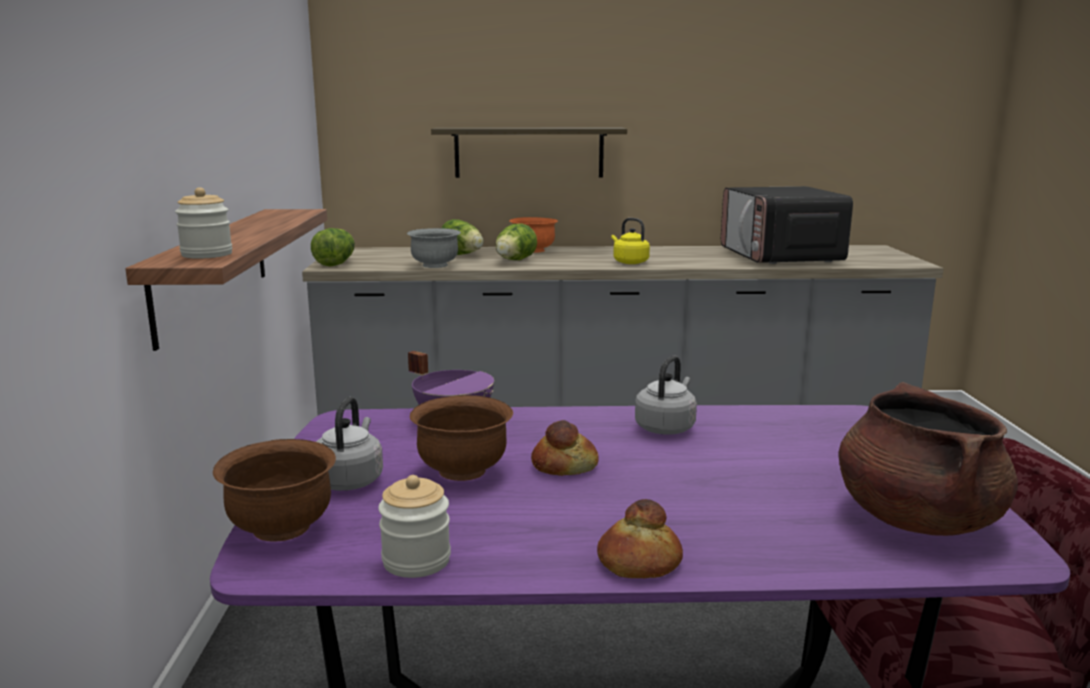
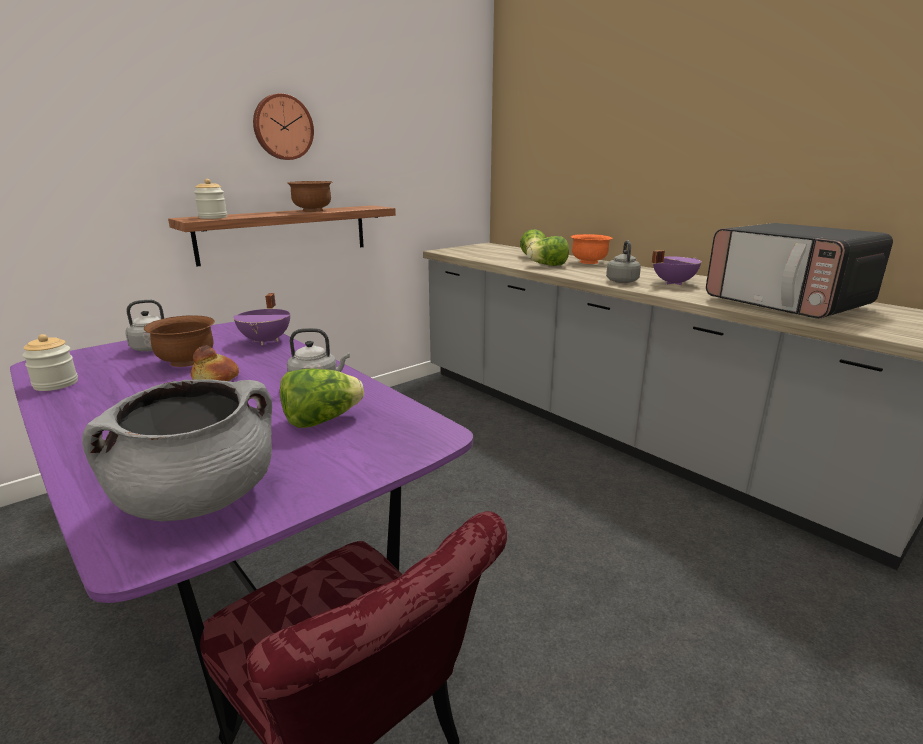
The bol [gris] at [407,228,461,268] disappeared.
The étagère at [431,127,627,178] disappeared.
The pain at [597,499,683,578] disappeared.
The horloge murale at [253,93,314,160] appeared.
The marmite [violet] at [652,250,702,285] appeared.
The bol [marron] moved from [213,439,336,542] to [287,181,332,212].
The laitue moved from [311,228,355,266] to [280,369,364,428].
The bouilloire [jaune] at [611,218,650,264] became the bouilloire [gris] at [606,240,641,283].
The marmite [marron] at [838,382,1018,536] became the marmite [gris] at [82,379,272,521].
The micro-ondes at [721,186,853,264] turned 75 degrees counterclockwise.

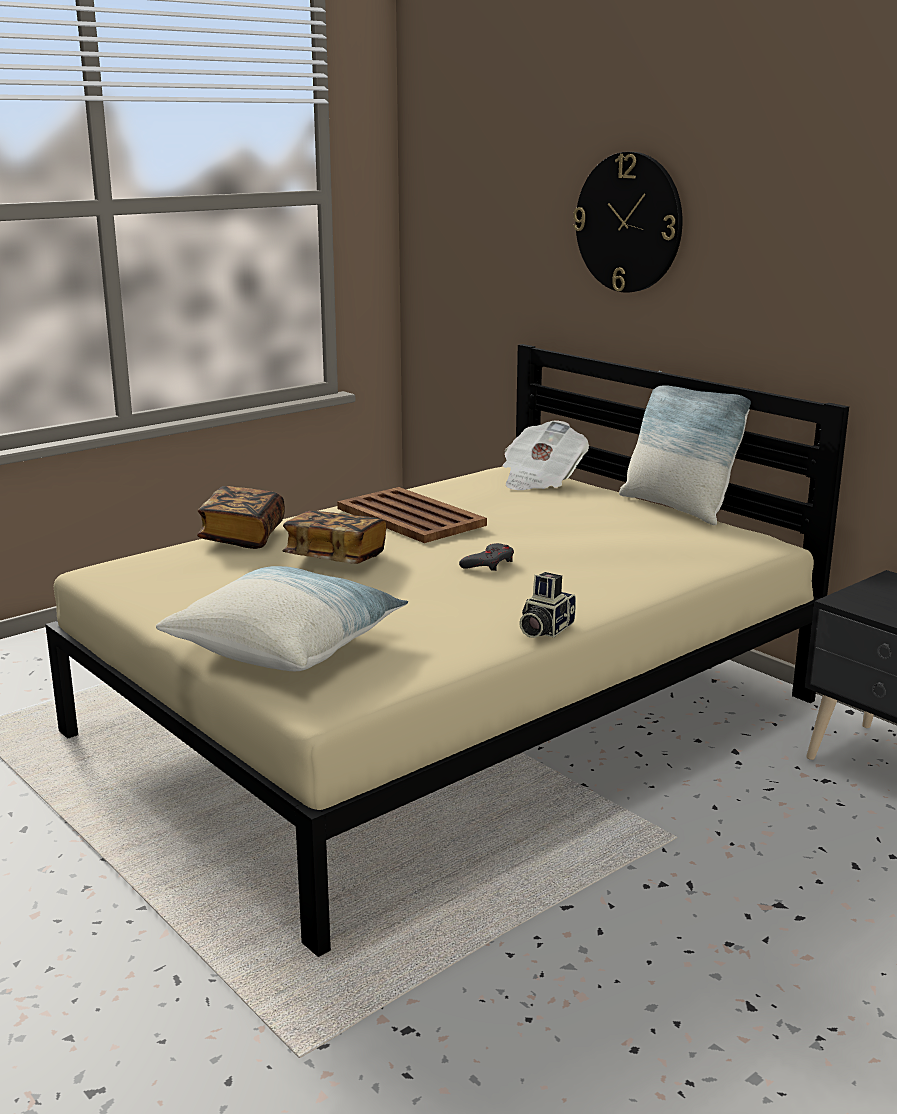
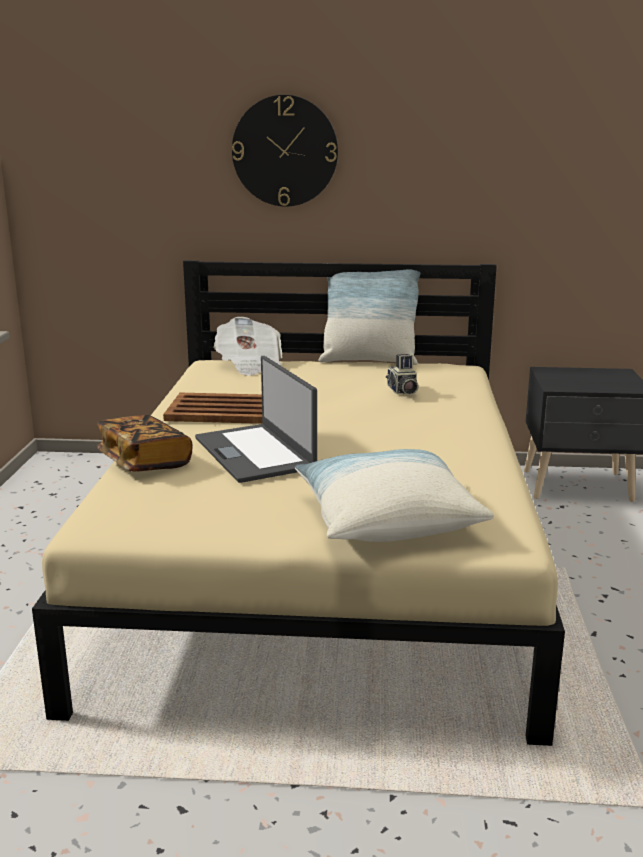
The manette [gris] at [459,543,514,571] disappeared.
The appareil photo moved from [519,572,576,638] to [386,354,419,395].
The livre at [283,511,386,564] was replaced by the ordinateur portable at [195,356,317,483].

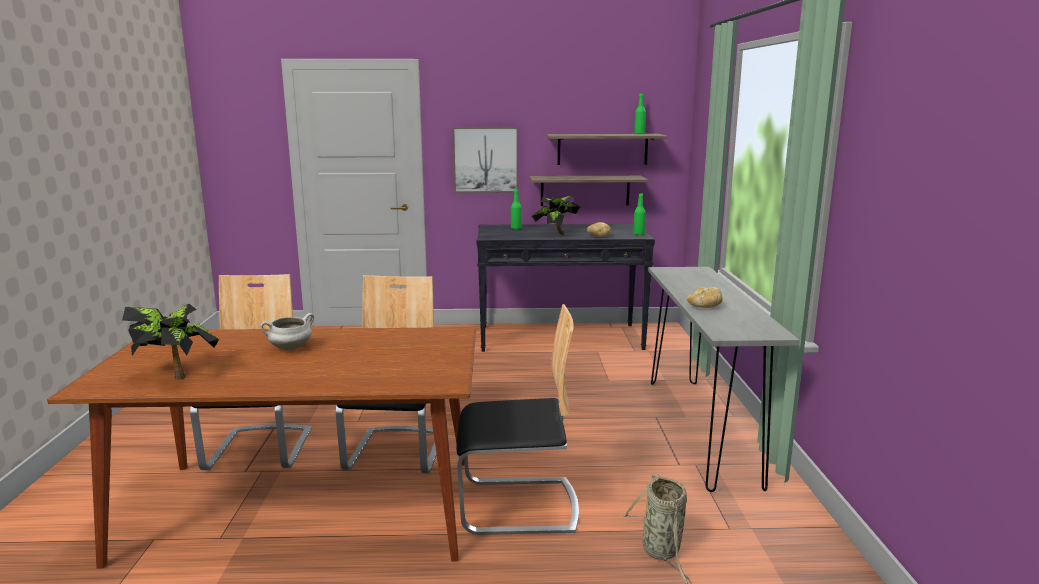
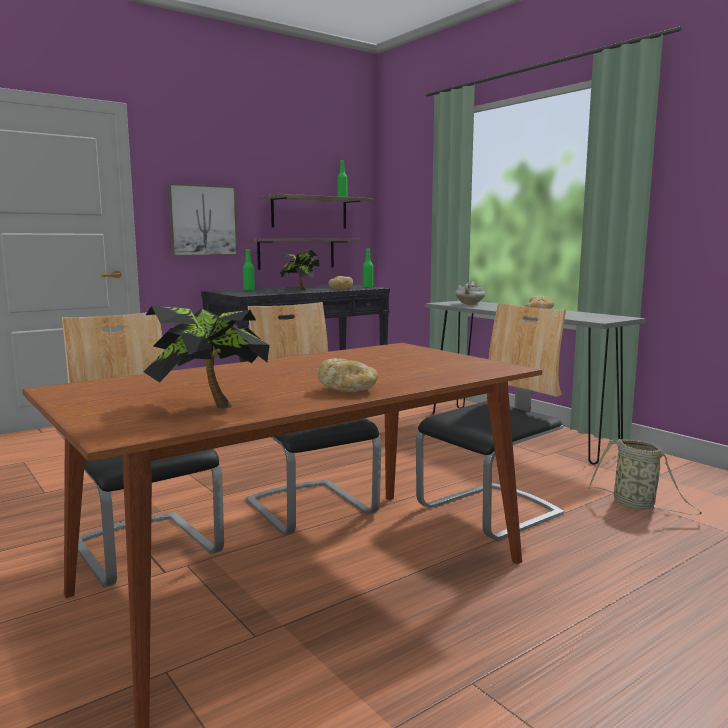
The pain at [317,358,378,392] appeared.
The marmite [blanc] moved from [260,313,314,351] to [455,282,485,305].

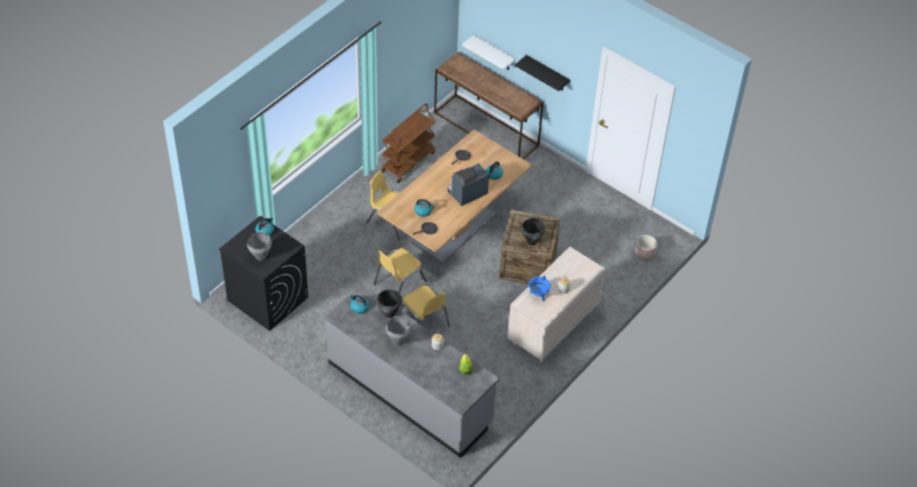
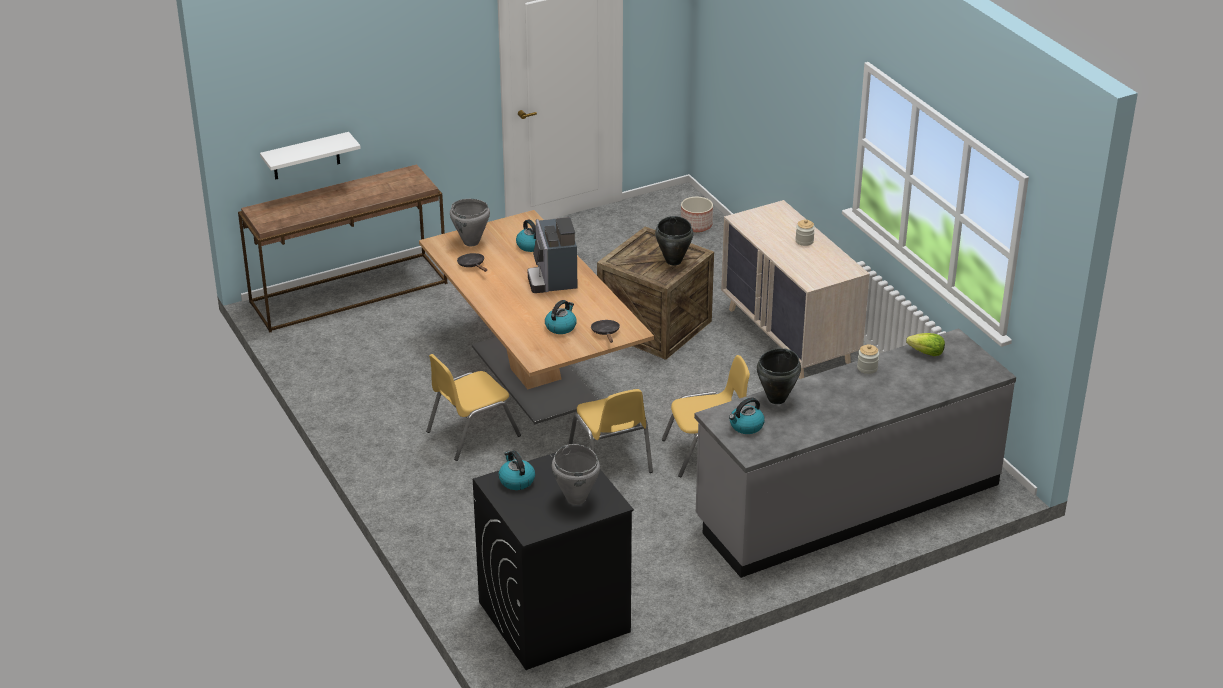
The chariot [marron] at [381,103,436,183] disappeared.
The étagère [noir] at [515,55,570,91] disappeared.
The marmite [bleu] at [528,275,551,301] disappeared.
The marmite [gris] moved from [386,316,411,346] to [450,199,490,246].

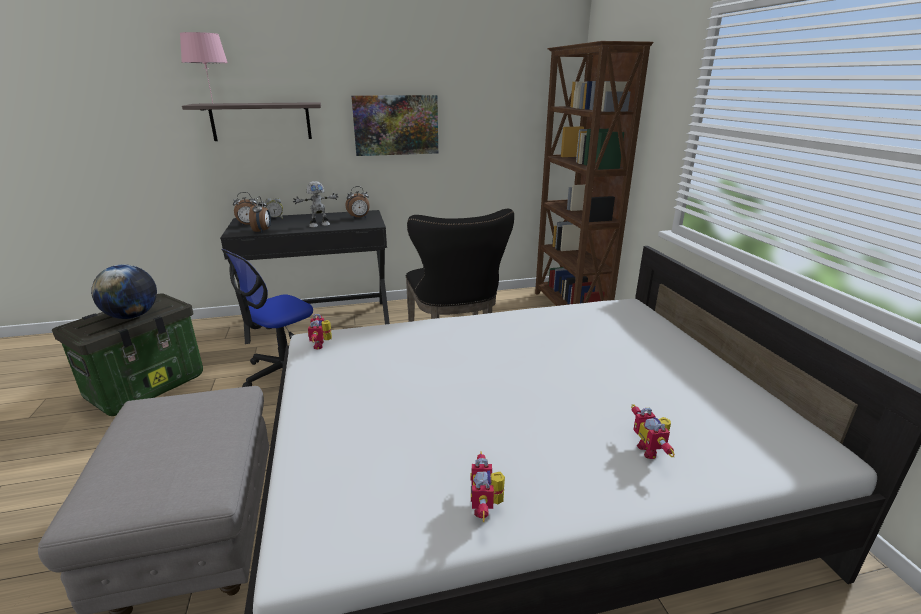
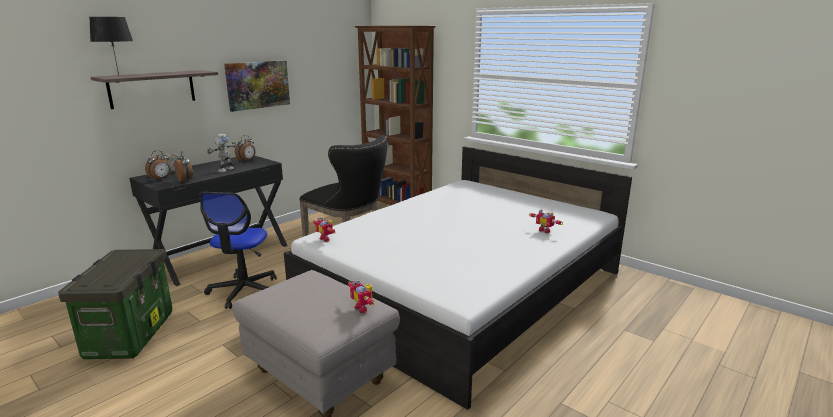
The globe at [91,264,157,319] disappeared.
The robot jouet moved from [470,451,505,522] to [348,280,374,313].
The lampe de table [rose] at [180,32,228,103] became the lampe de table [noir] at [90,17,133,76].

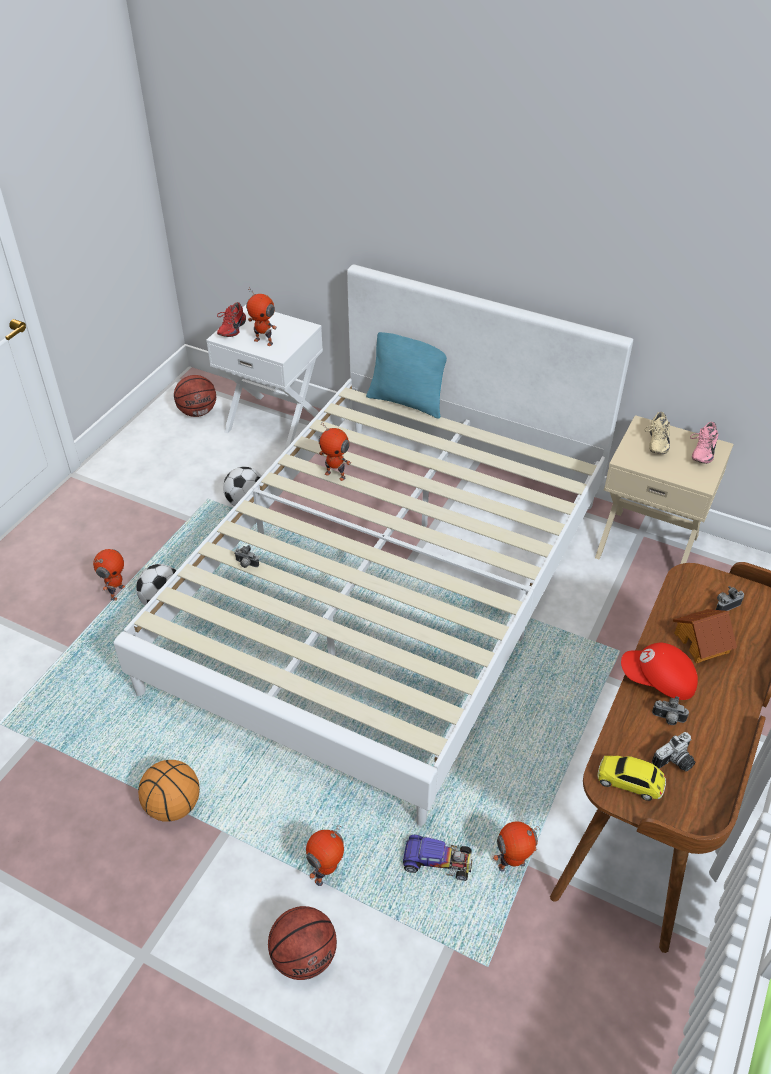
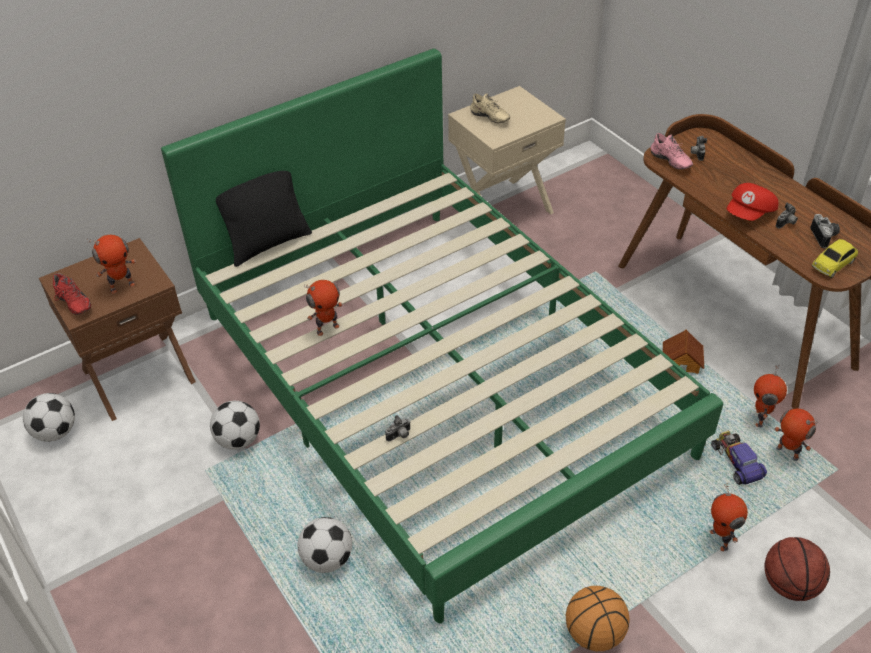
The robot jouet moved from [93,549,125,601] to [774,408,817,461].
The maison miniature moved from [673,609,737,663] to [663,330,704,374].
The chaussure [rose] moved from [690,422,718,464] to [651,133,693,170].
The ballon de basket at [174,375,216,417] was replaced by the ballon de foot at [23,393,75,442].
The lit [blanc] at [114,264,633,826] became the lit [vert] at [161,48,723,623].
The table de chevet [blanc] at [206,305,323,451] became the table de chevet [marron] at [39,238,196,421].
The coussin [turquoise] at [366,332,447,419] became the coussin [noir] at [216,171,312,267].
The petite voiture at [403,835,473,881] turned 60 degrees counterclockwise.

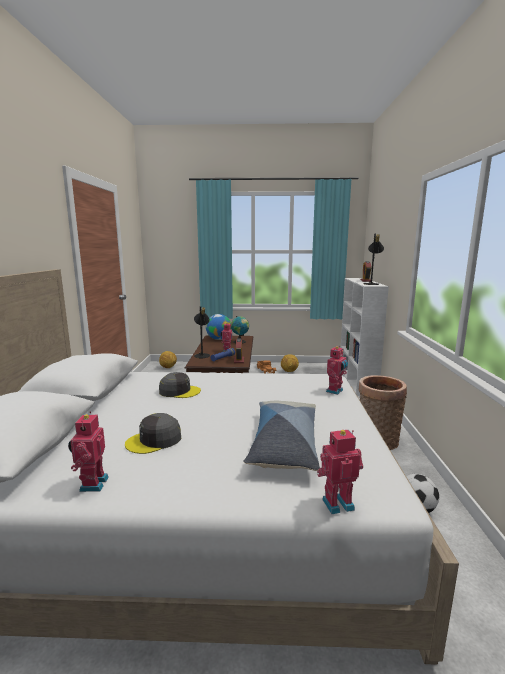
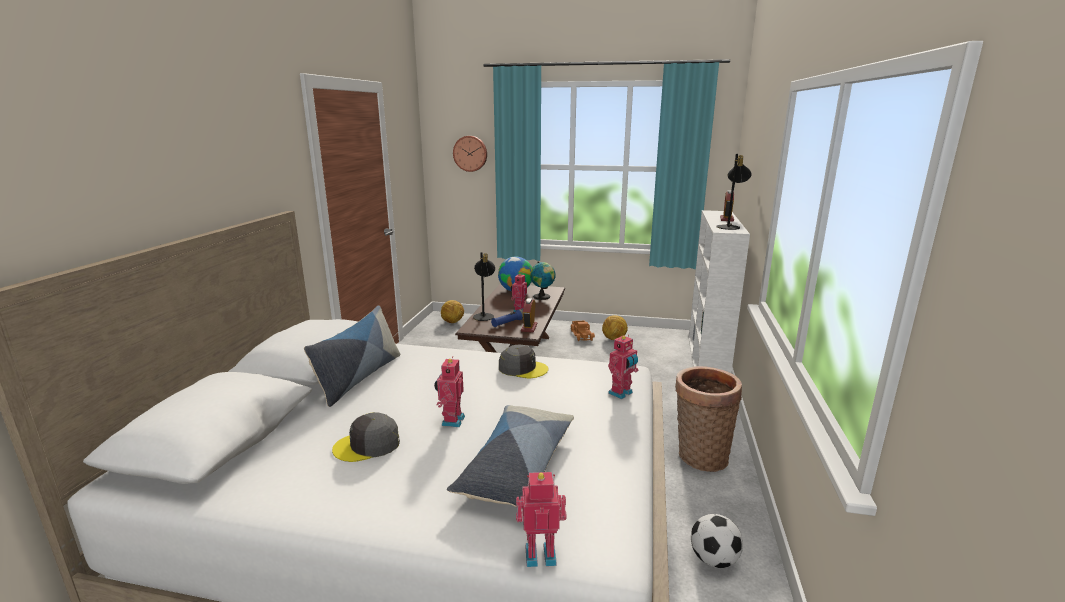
The coussin at [304,305,400,407] appeared.
The horloge murale at [453,136,487,172] appeared.
The robot jouet moved from [68,411,109,492] to [434,356,465,427].
The casquette [gris] moved from [159,372,201,398] to [499,344,548,378].

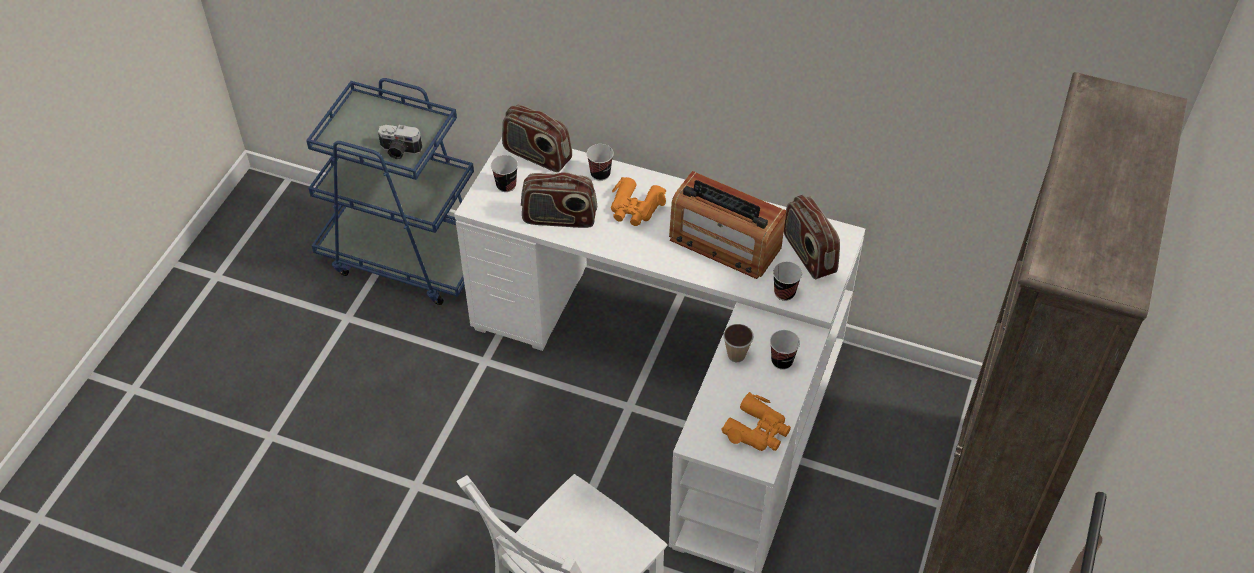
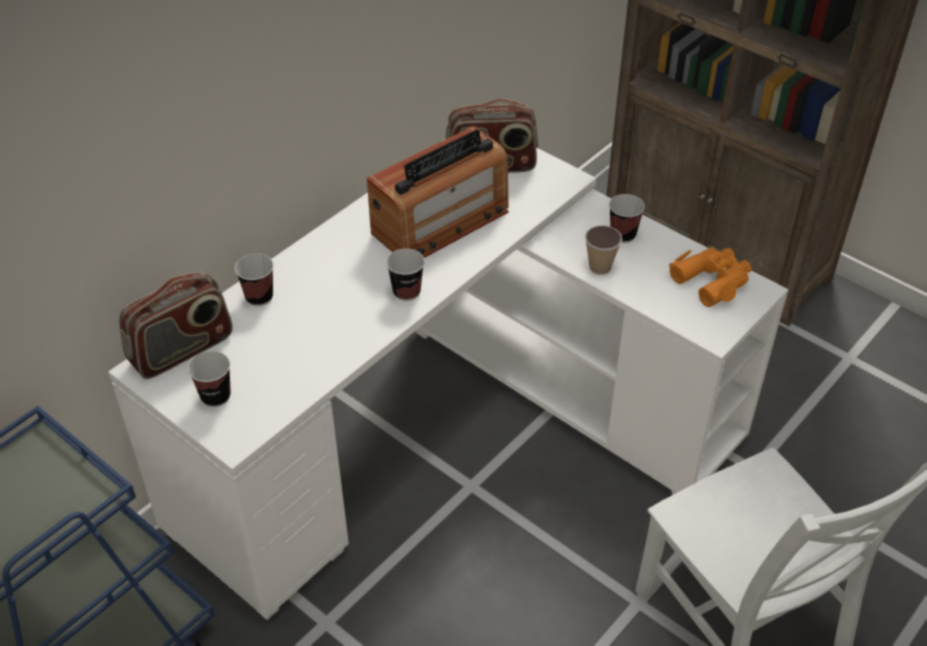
The appareil photo at [378,125,423,159] disappeared.
The radio at [521,172,597,228] disappeared.
The jumelles [orange] at [611,177,666,226] disappeared.
The tasse moved from [773,262,802,301] to [386,249,425,301].

